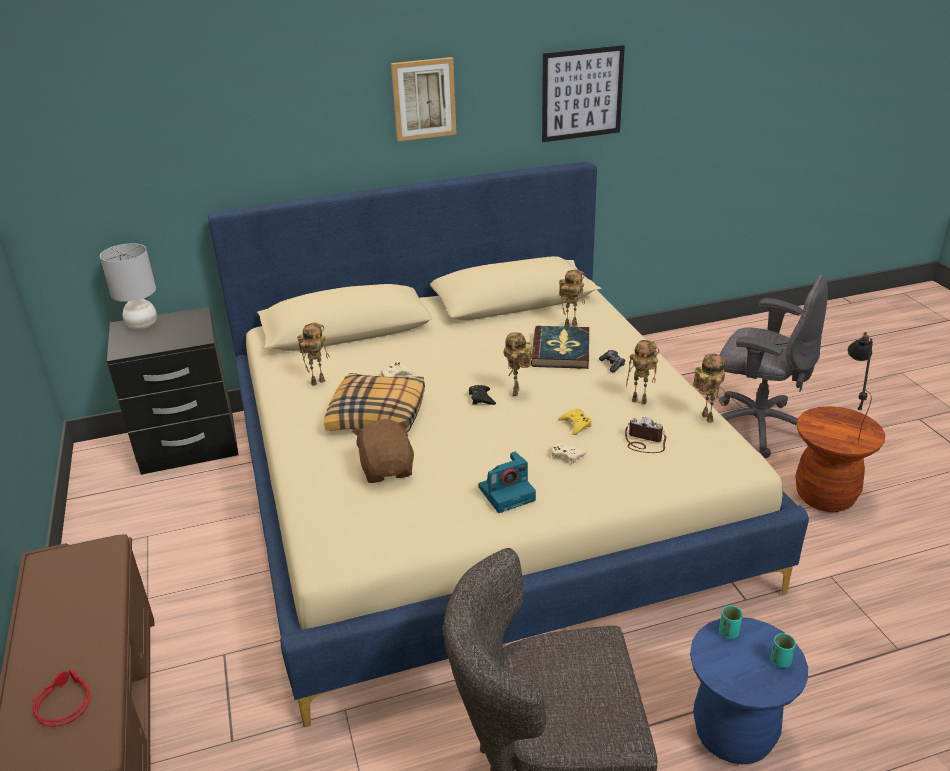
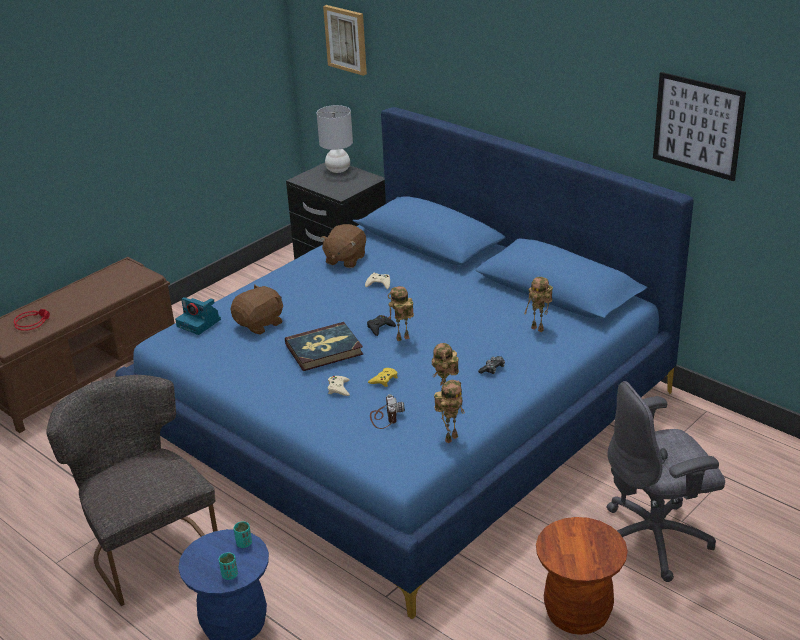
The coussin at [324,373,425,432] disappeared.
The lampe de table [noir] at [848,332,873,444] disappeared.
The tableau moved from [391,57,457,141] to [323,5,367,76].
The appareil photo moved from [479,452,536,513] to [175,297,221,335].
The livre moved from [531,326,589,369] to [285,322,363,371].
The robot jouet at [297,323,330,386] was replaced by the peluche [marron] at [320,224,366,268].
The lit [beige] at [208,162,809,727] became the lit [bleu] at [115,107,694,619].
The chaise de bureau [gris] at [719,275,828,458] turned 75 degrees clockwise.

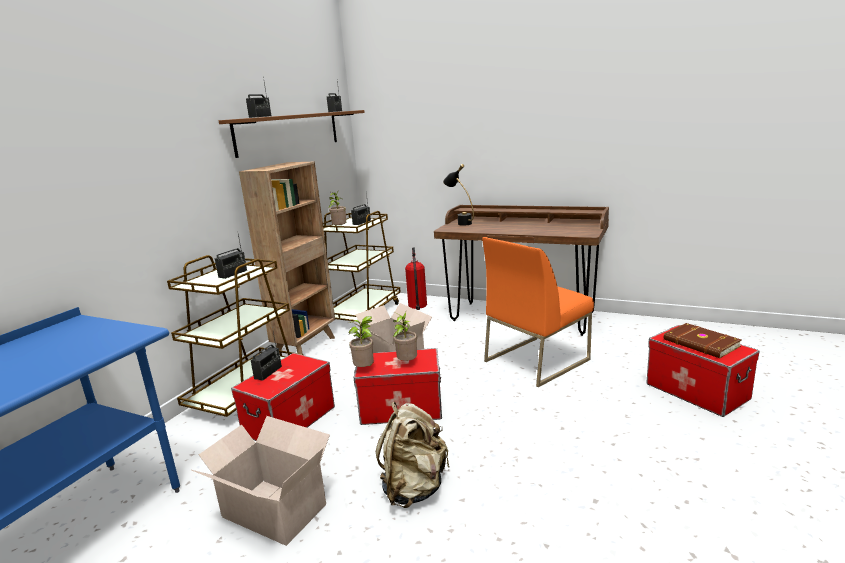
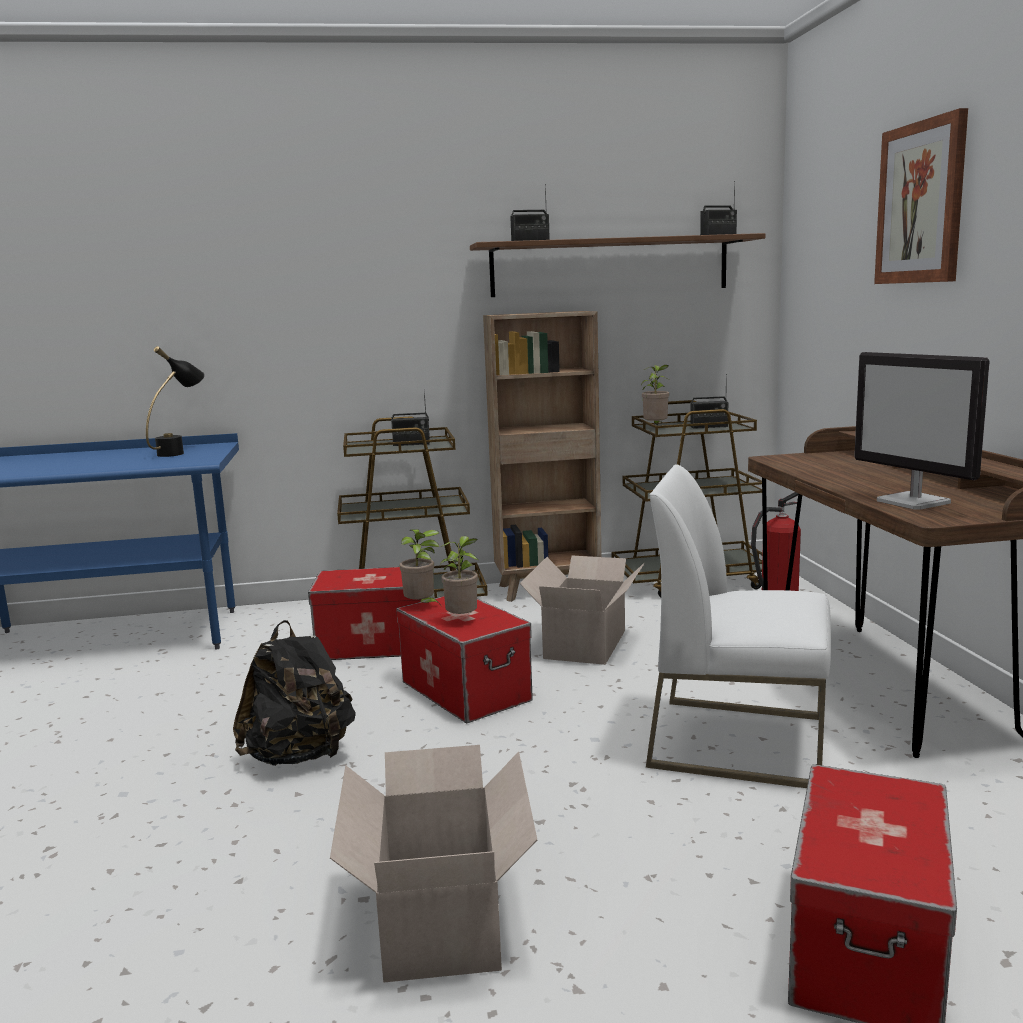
The radio at [251,327,282,381] disappeared.
The livre [marron] at [664,323,742,358] disappeared.
The écran d'ordinateur at [854,352,990,510] appeared.
The tableau at [874,108,968,284] appeared.
The carton moved from [192,416,330,546] to [330,745,537,982].
The lampe de table [noir] moved from [443,164,474,226] to [146,346,205,457].
The sac à dos [beige] at [376,402,450,508] became the sac à dos [noir] at [233,620,356,766].
The chaise [orange] at [482,237,594,387] became the chaise [blanc] at [646,465,831,788].

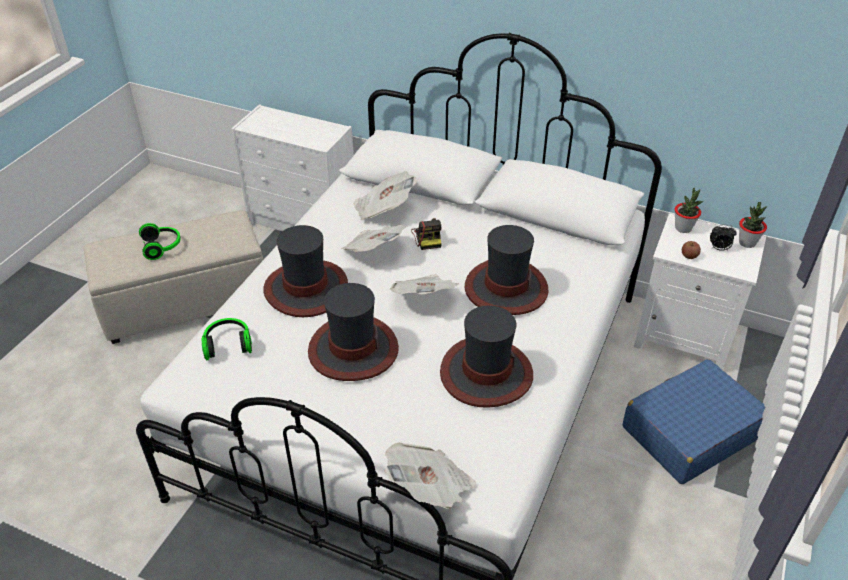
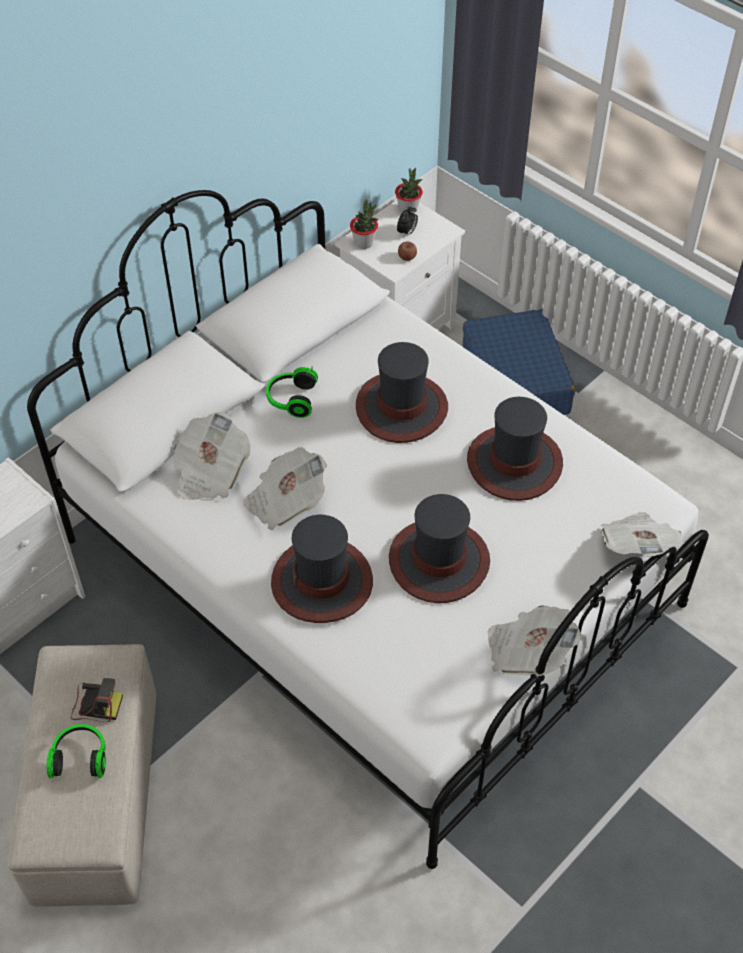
The casque audio moved from [202,318,252,360] to [266,366,318,418].
The journal moved from [390,275,458,295] to [488,605,580,676].
The appareil photo moved from [411,218,442,250] to [71,678,123,722].

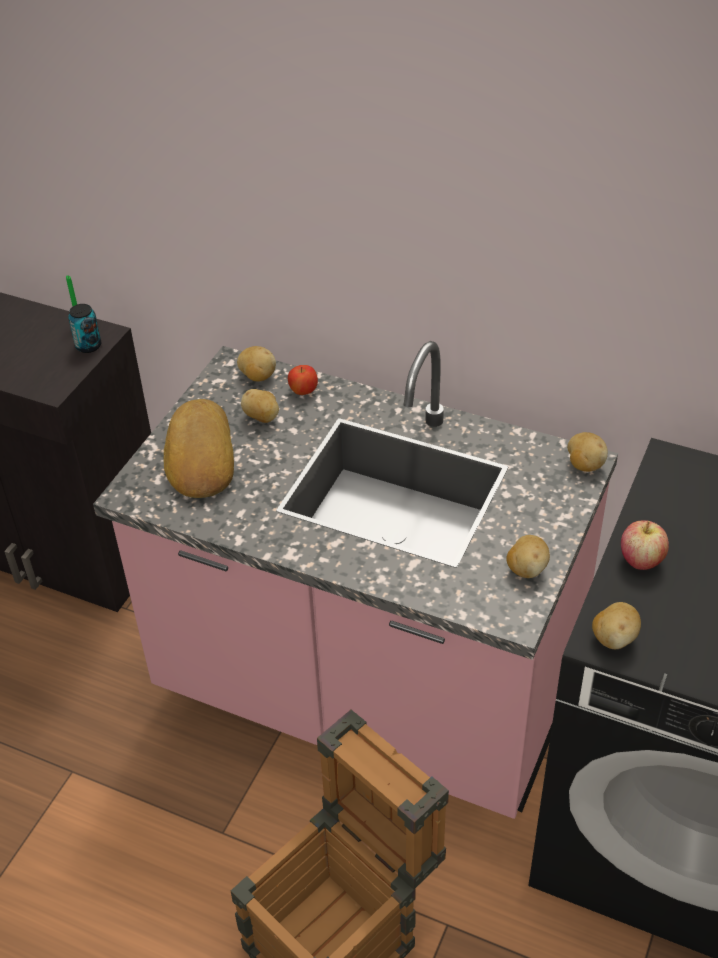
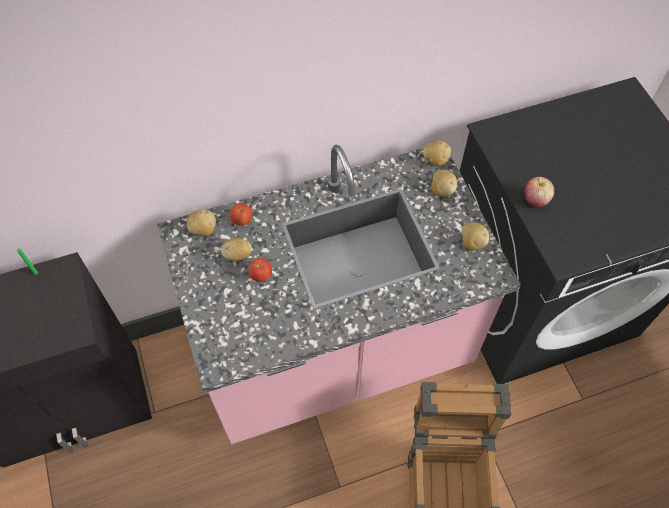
The boîte métallique at [68,304,101,353] disappeared.
The pain at [163,399,234,498] disappeared.
The pomme at [248,258,272,282] appeared.
The pomme de terre moved from [592,602,641,649] to [431,169,458,197].

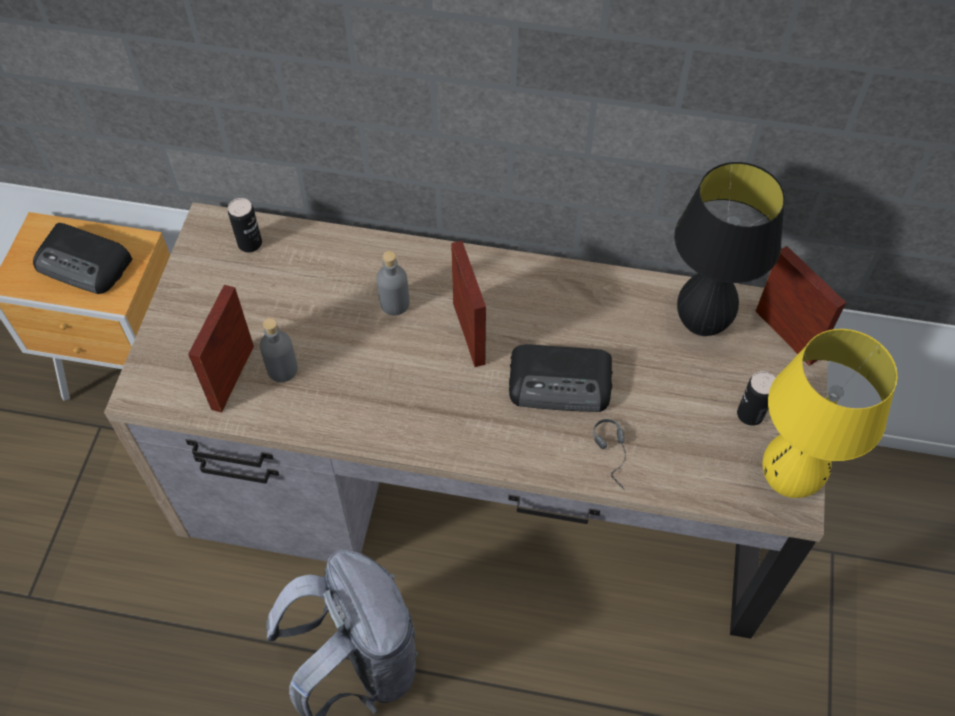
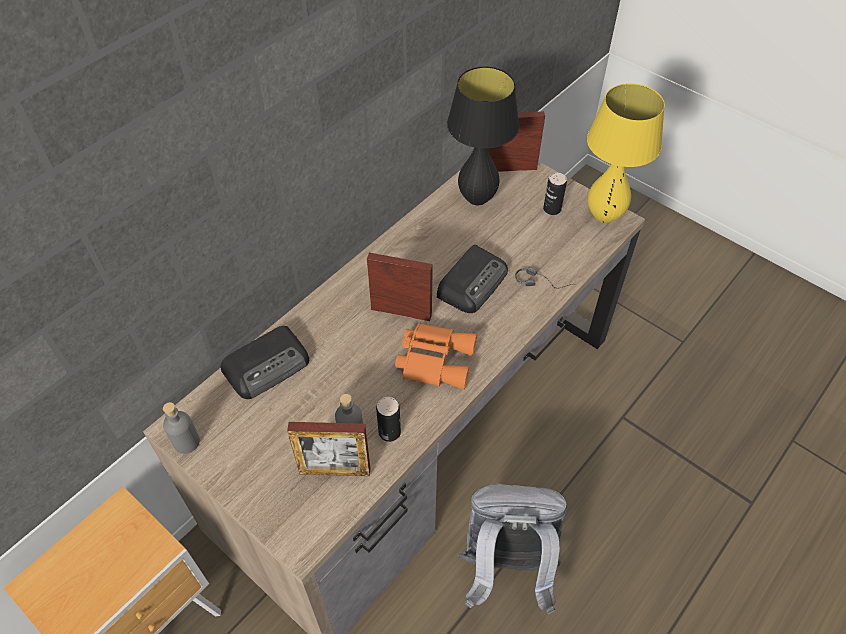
The jumelles [orange] at [395,323,477,390] appeared.
The radio moved from [33,223,133,294] to [220,326,309,399].
The boîte métallique moved from [228,198,262,252] to [376,397,401,442].
The bouteille [gris] moved from [377,251,410,315] to [163,402,200,454].
The cadre photo at [188,285,254,413] turned 45 degrees counterclockwise.

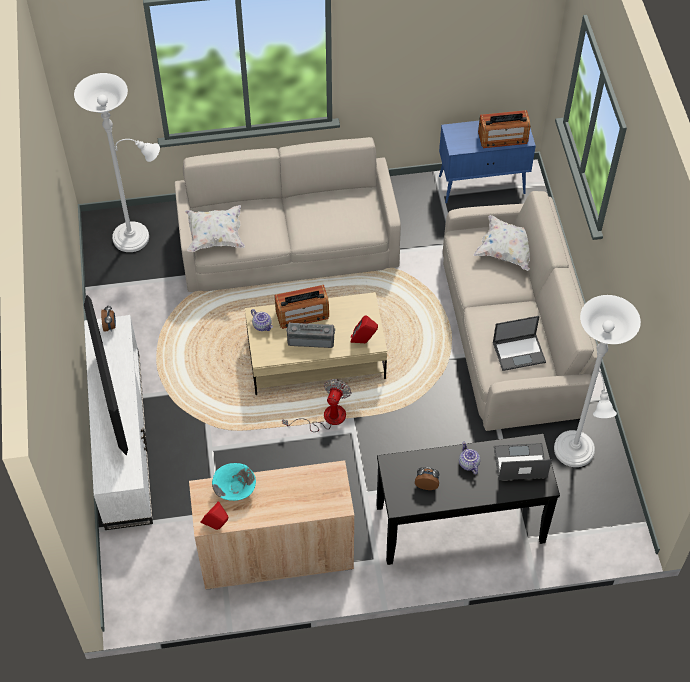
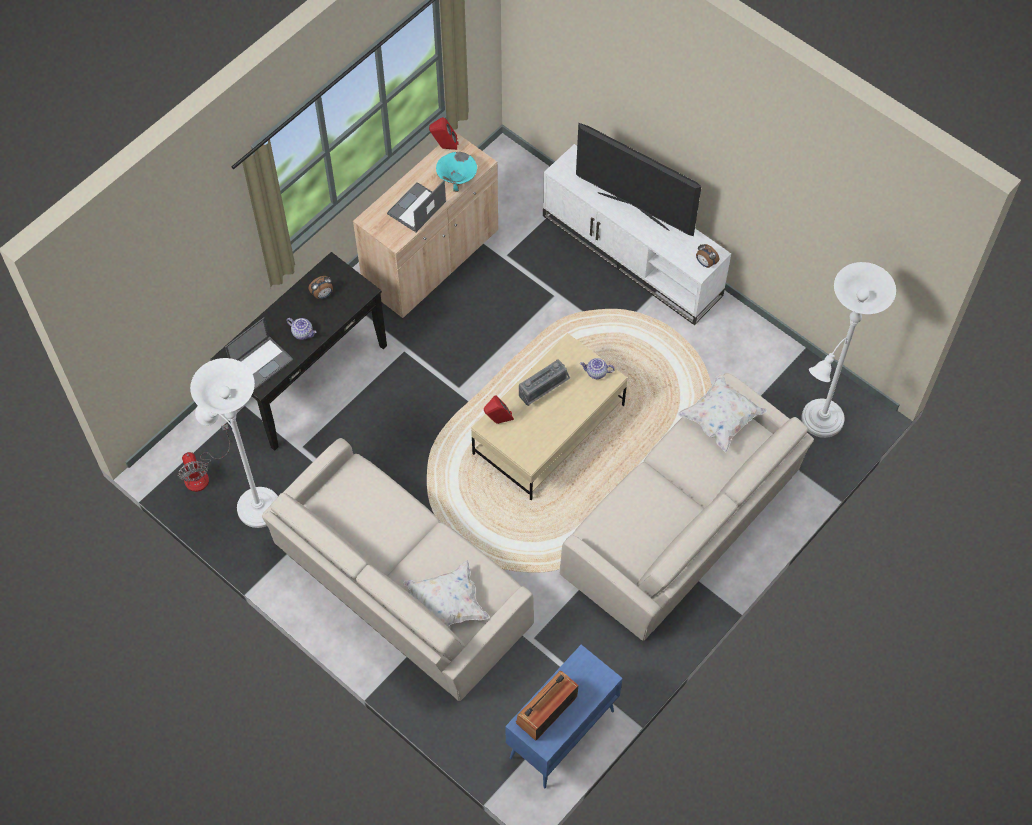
The radio at [275,285,329,329] disappeared.
The ventilateur moved from [282,379,351,432] to [178,424,230,492].
The ordinateur portable moved from [493,316,546,371] to [387,180,446,232].

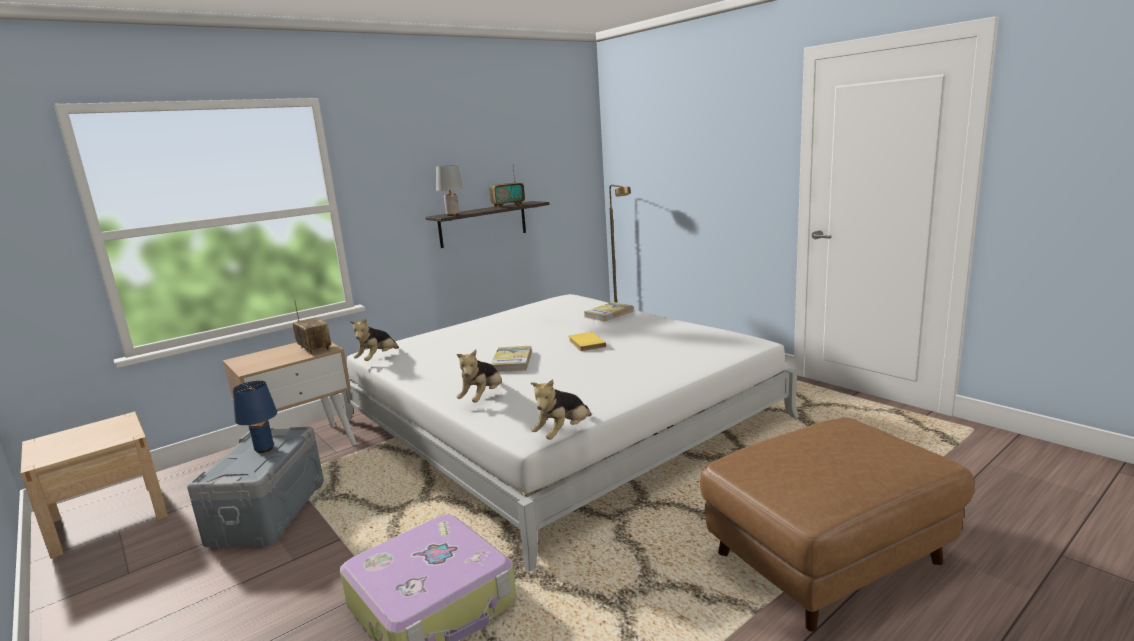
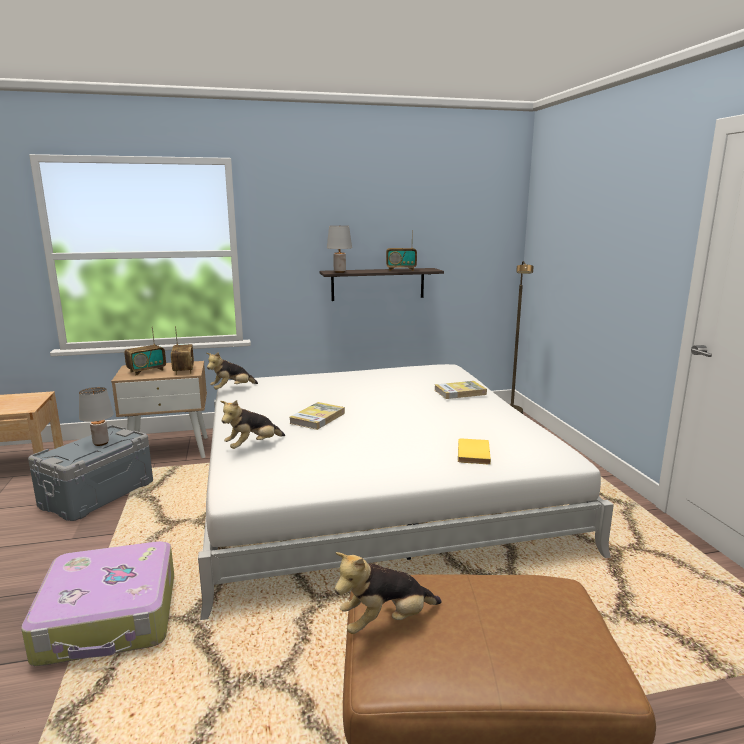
The radio at [124,327,166,375] appeared.
The peluche moved from [531,379,592,440] to [335,552,442,634].
The livre [jaune] moved from [569,332,606,351] to [458,438,491,465].
The lampe de table [bleu] at [233,381,277,453] became the lampe de table [gris] at [79,387,114,446].

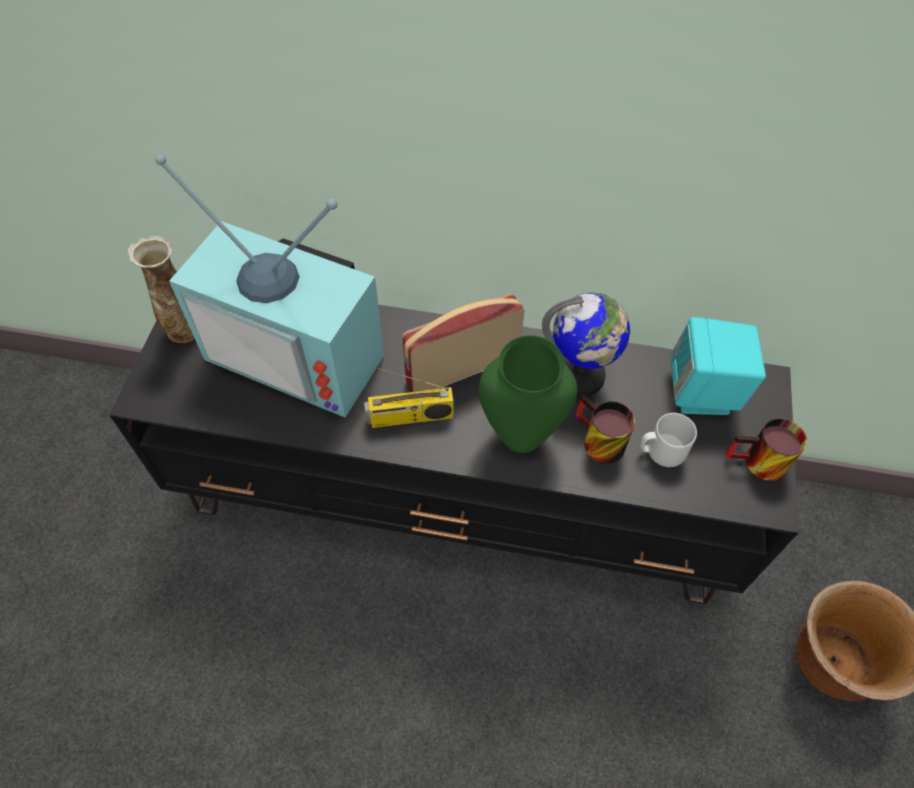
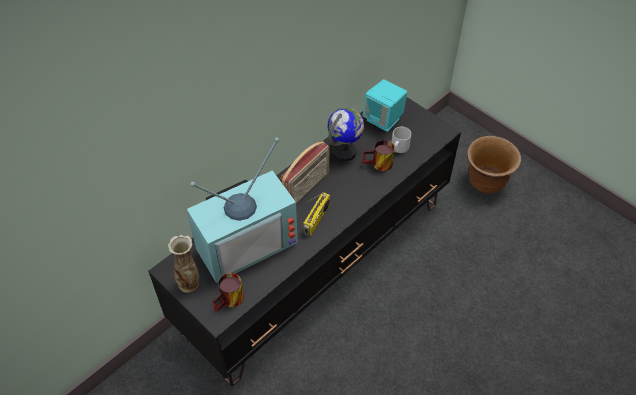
The vase [vert] at [479,335,577,453] disappeared.
The mug moved from [725,418,807,481] to [213,273,244,312].
The radio at [402,293,524,392] turned 150 degrees counterclockwise.

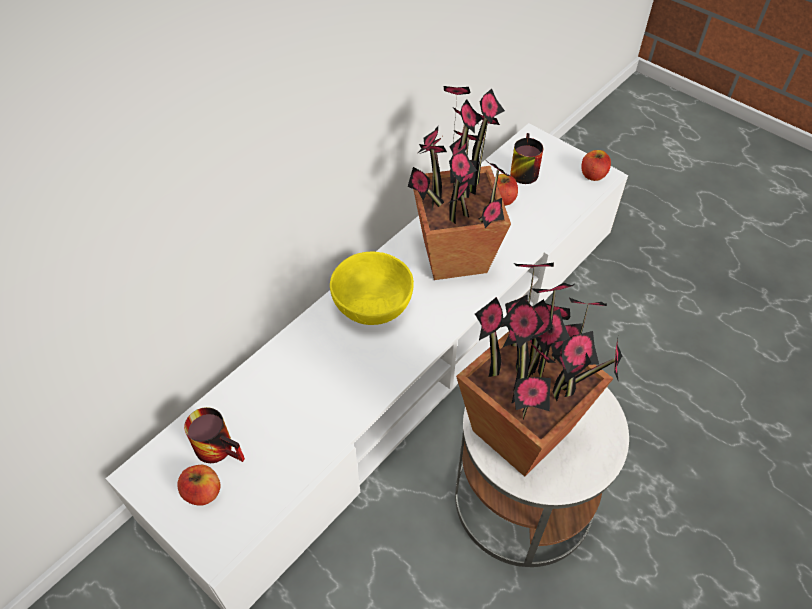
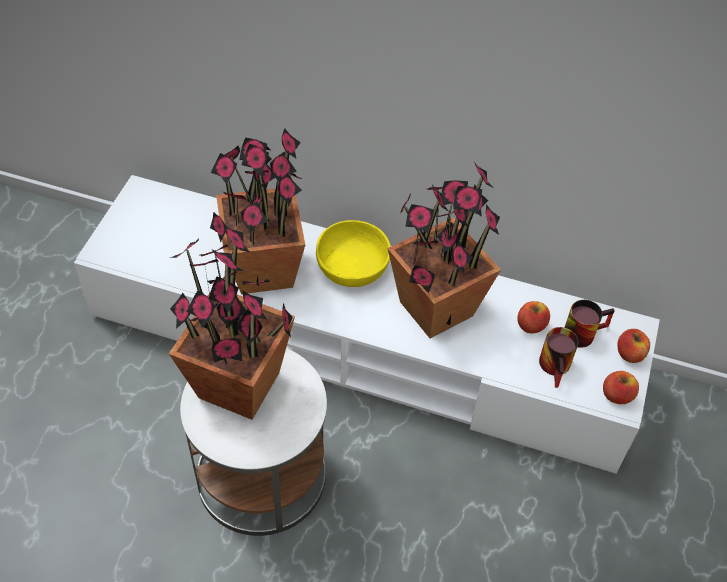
The plante en pot at [210,128,305,294] appeared.
The pomme moved from [177,465,220,506] to [617,329,650,363].
The mug moved from [184,407,245,463] to [539,327,578,388].

